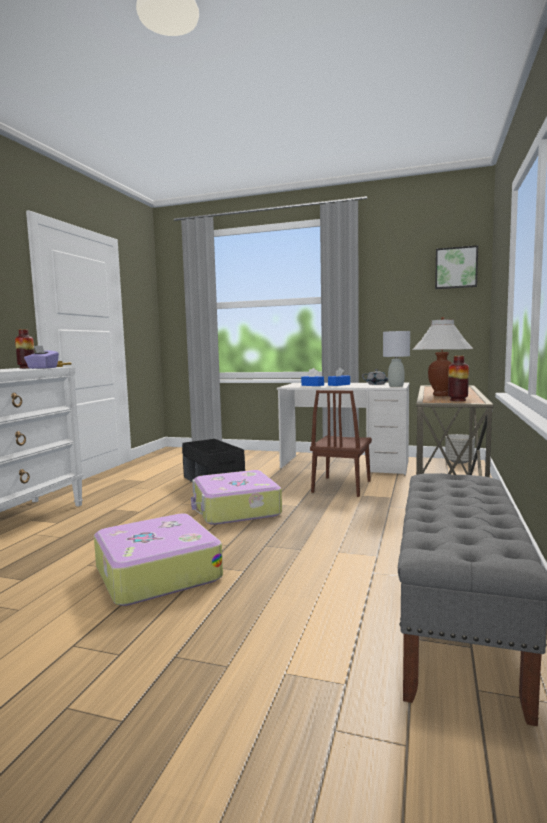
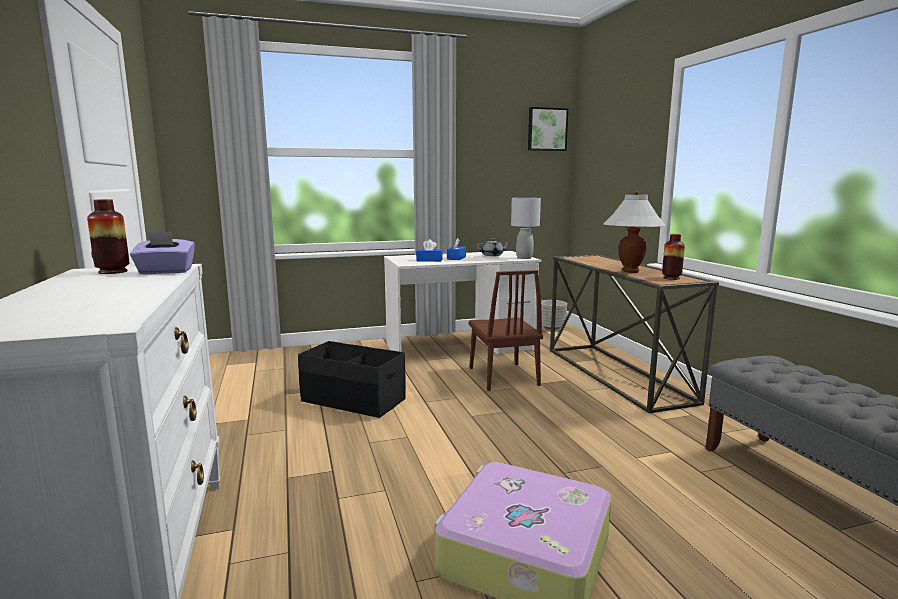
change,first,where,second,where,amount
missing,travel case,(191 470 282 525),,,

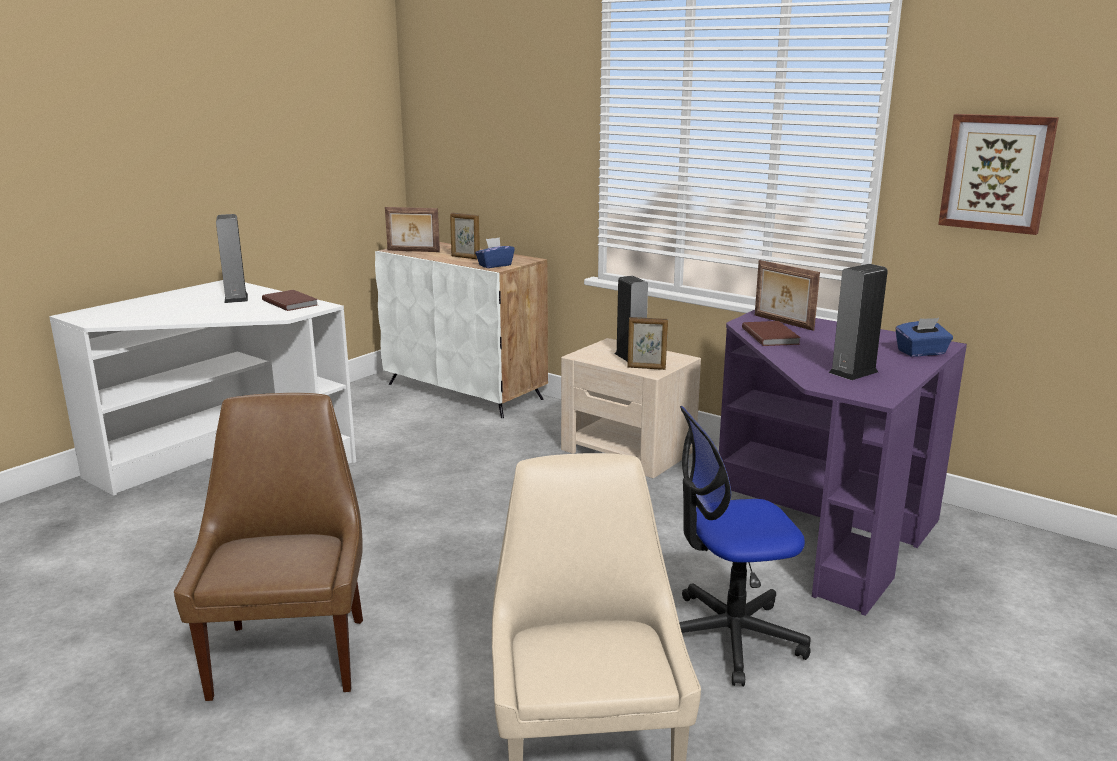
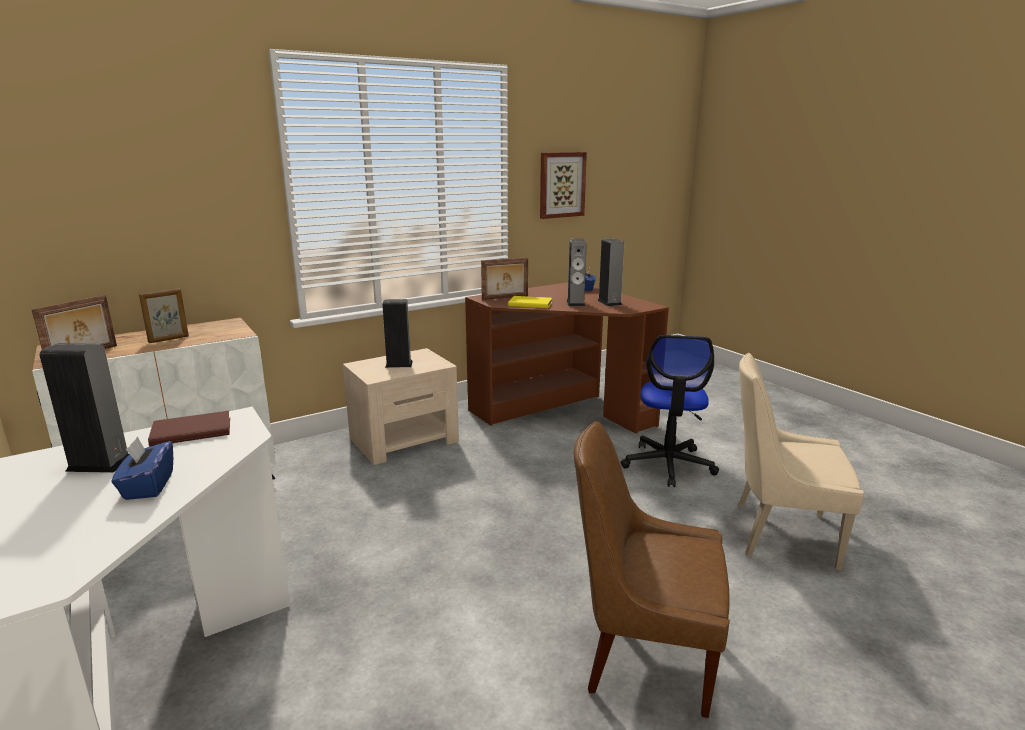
change,first,where,second,where,amount
relocated,bluish tissue holder,(475 237 515 268),,(112 436 173 500),
colour,purplish desk unit,(719 310 967 616),brown desk unit,(465 282 669 434),
colour,brown bound book,(742 321 801 346),yellow bound book,(508 296 552 308),
appeared,,,loudspeaker,(567 238 587 306),
missing,standing frame,(627 317 668 370),,,

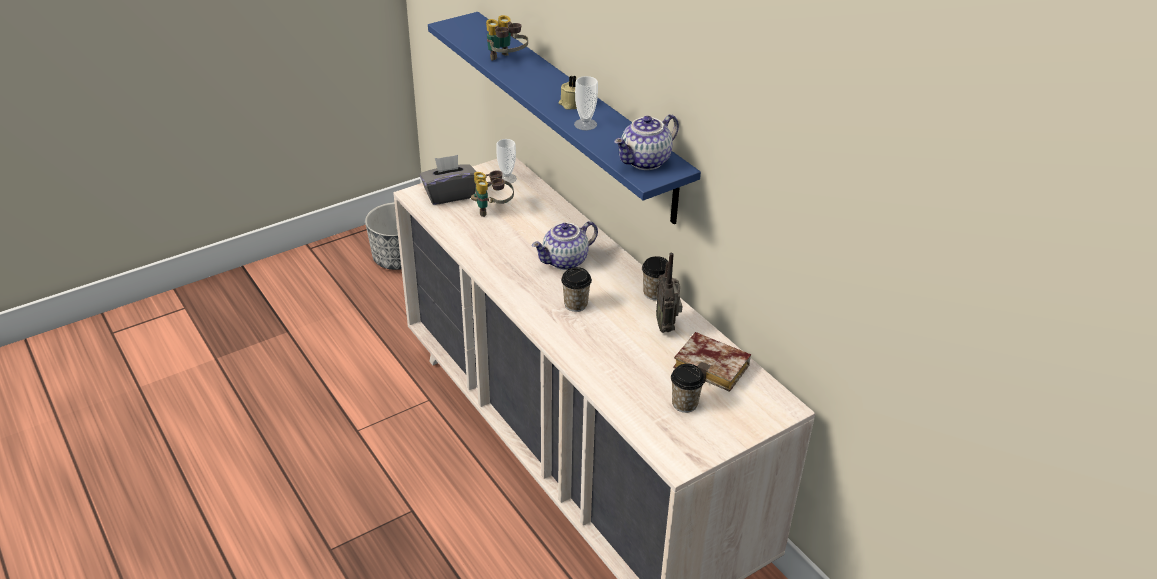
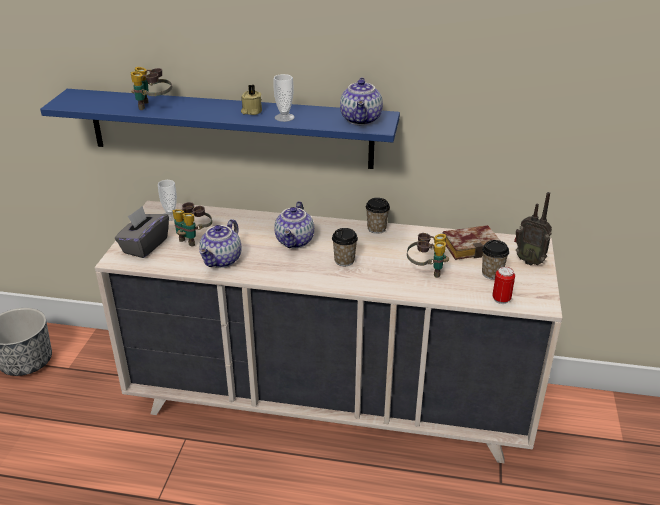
change,first,where,second,where,amount
appeared,,,tea pot,(199 219 241 268),
appeared,,,pair of binoculars,(407 233 449 278),
appeared,,,sealed can,(493 267 515 304),
relocated,radio receiver,(656 253 683 333),,(514 192 552 266),

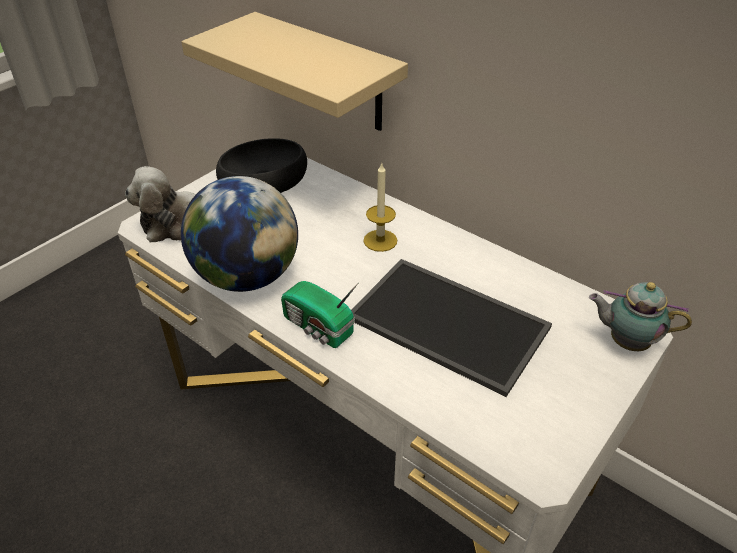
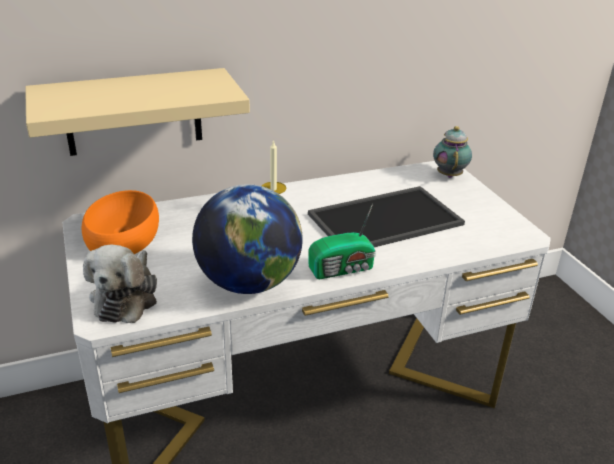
change,first,where,second,where,amount
colour,blackish serving bowl,(216 138 307 193),orangey serving bowl,(82 190 159 254),
spun,tea pot,(589 282 692 351),,(433 126 472 178),135 degrees clockwise

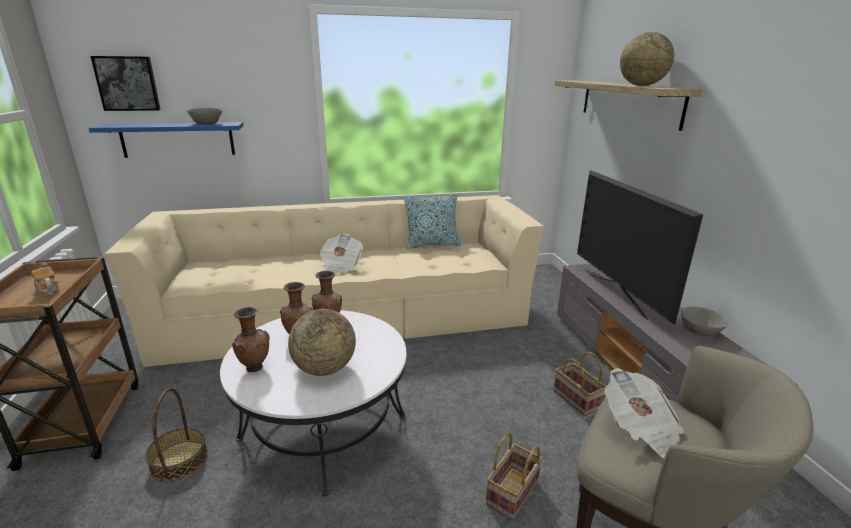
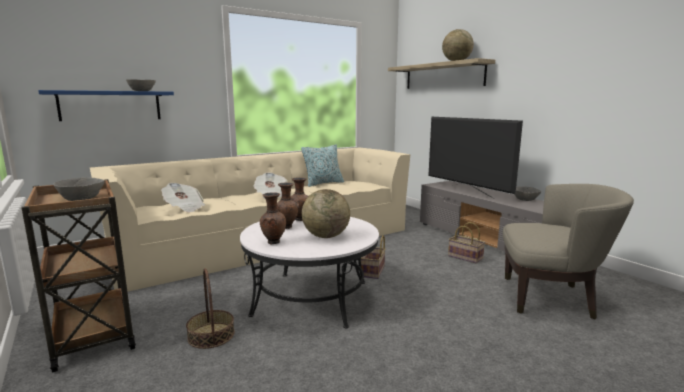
change,first,where,second,where,amount
exchanged,tea pot,(31 262 60 296),grey serving bowl,(53 177 105 201),
relocated,daily paper,(604 368 684 458),,(161 183 205 213),
relocated,household basket,(486 432 543 520),,(361 235 385 279),
missing,wall art,(91 56 161 111),,,

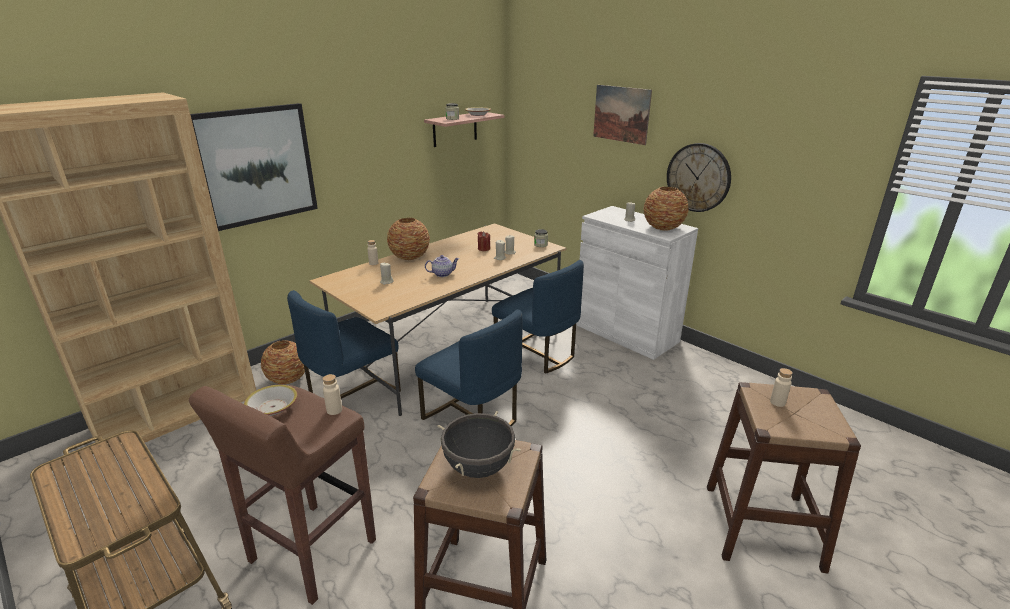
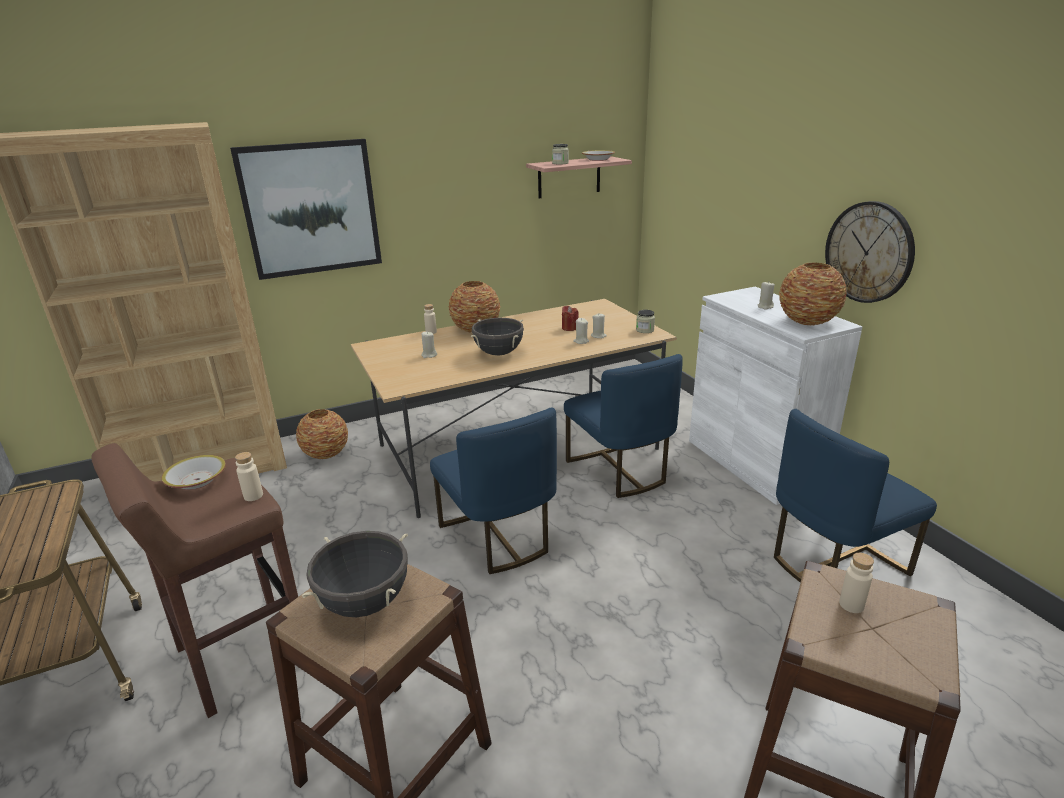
change,first,where,second,where,amount
exchanged,tea pot,(425 255 459 277),blackish saucepot,(471 318 524 356),
relocated,bluish plain chair,(287 290 401 399),,(774 409 937 583),
missing,wall art,(593 85 652 145),,,

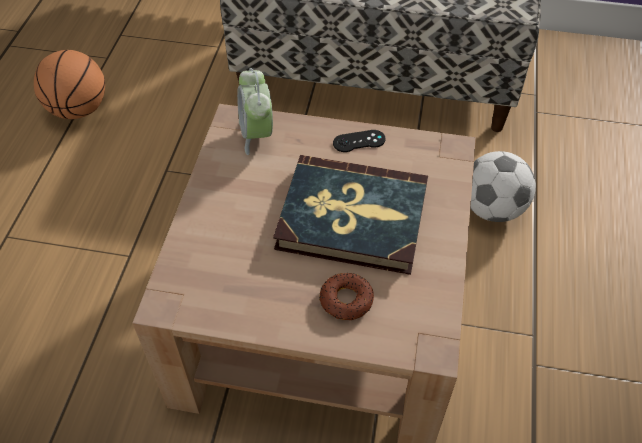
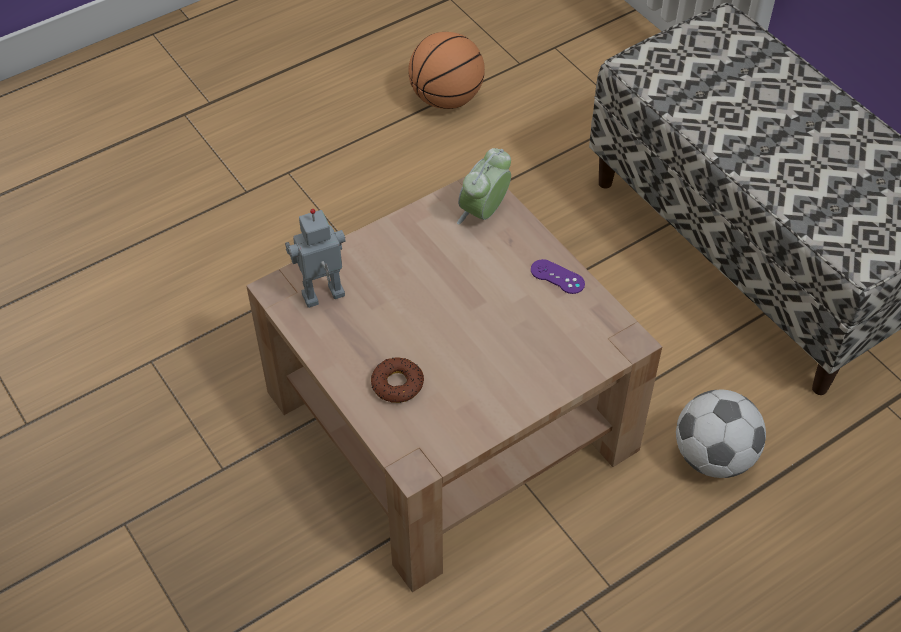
change,first,where,second,where,amount
appeared,,,model robot,(285 209 345 308),
colour,blackish gamepad,(333 130 386 152),purplish gamepad,(531 259 585 294),
missing,bound book,(273 155 428 275),,,

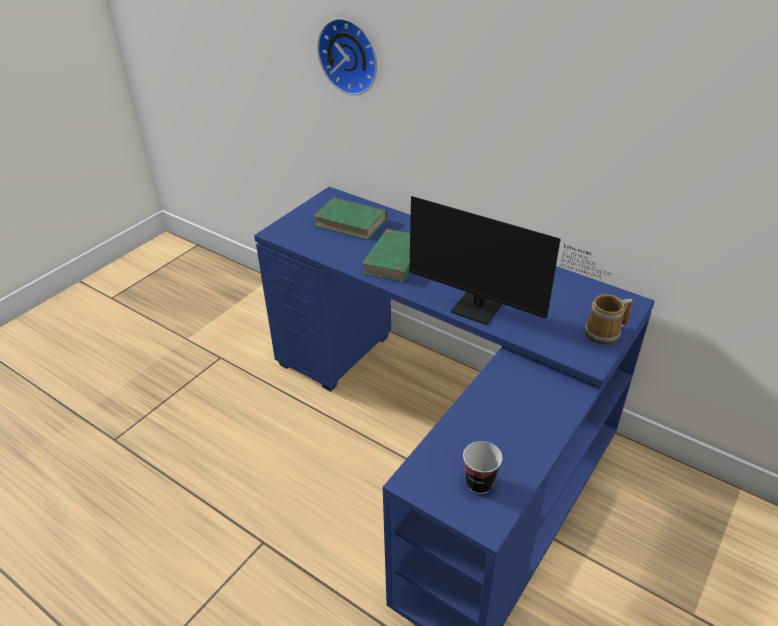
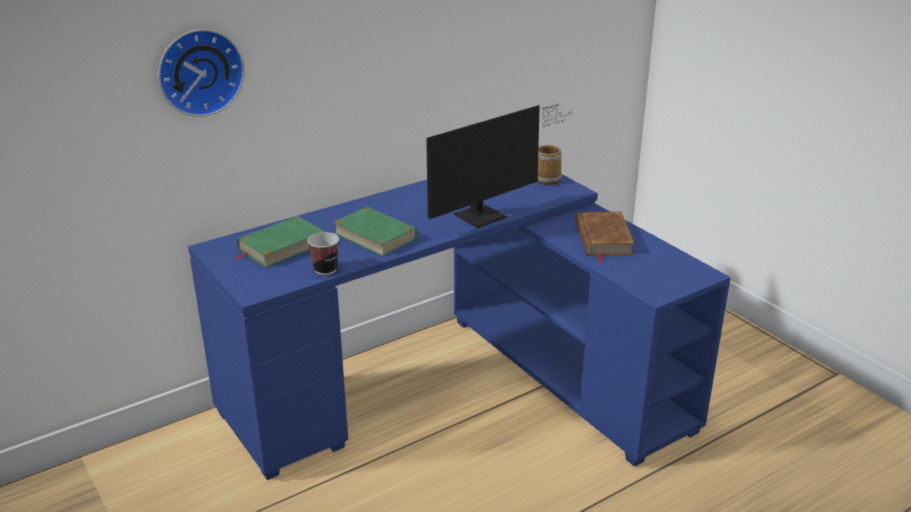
change,first,where,second,where,amount
relocated,small cup,(463 441 503 494),,(307 232 339 275),
appeared,,,brown bound book,(576 212 635 263),

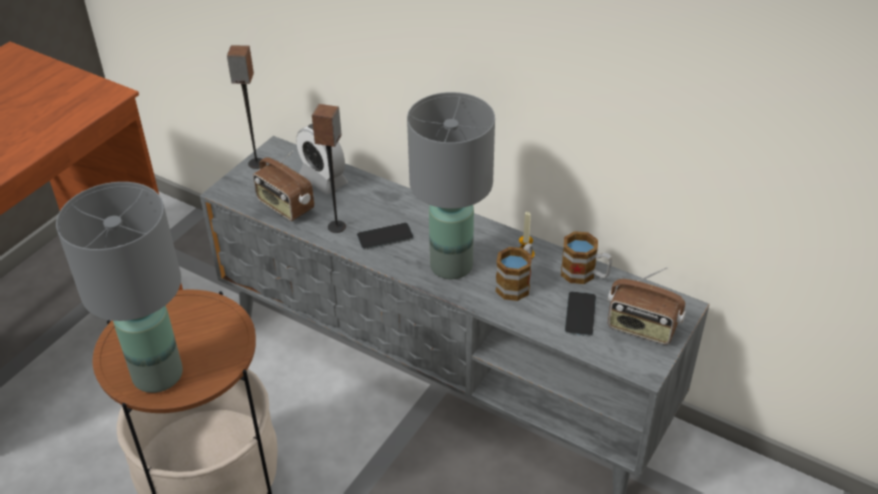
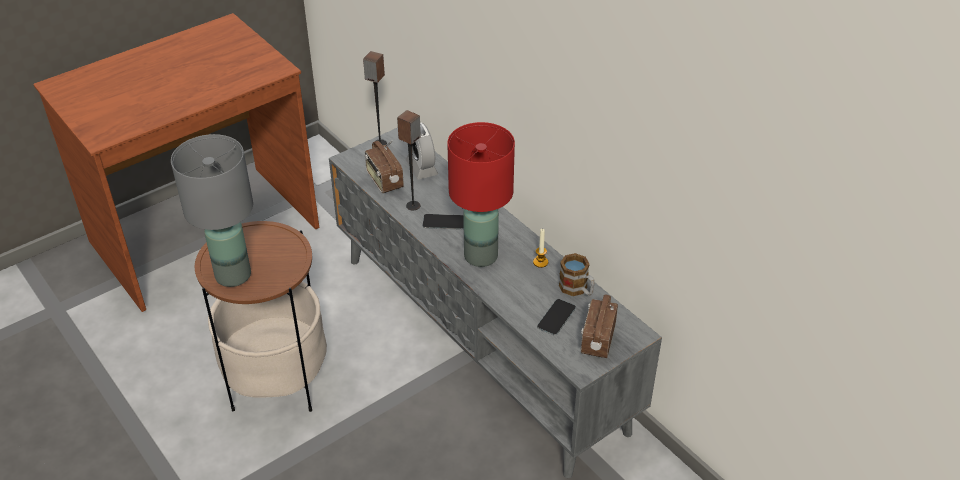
change,first,where,second,where,amount
colour,grey tabletop lamp,(407 92 495 279),reddish tabletop lamp,(447 122 515 267),
spun,radio receiver,(608 267 686 345),,(581 295 618 358),60 degrees clockwise
missing,mug,(495 243 533 301),,,

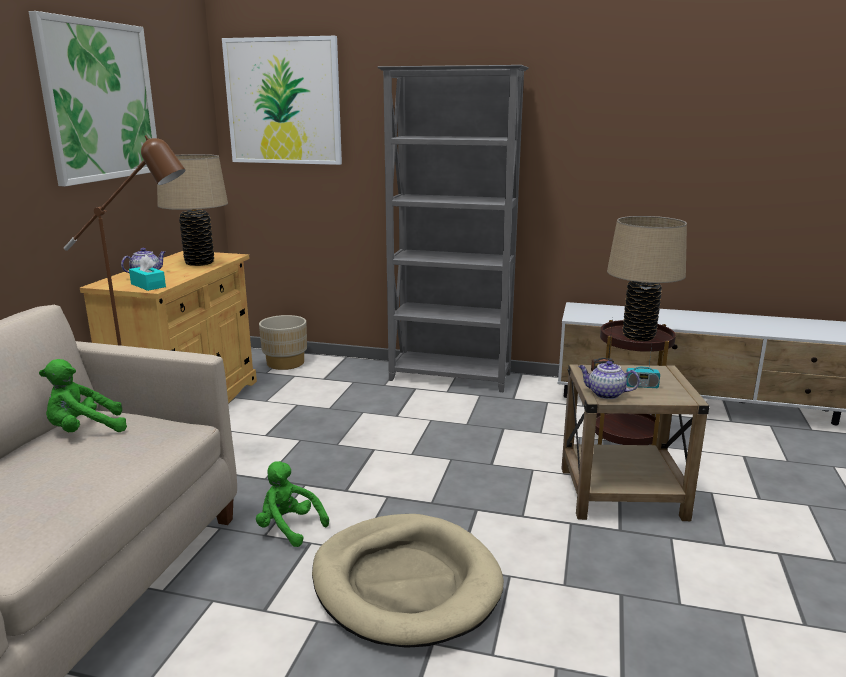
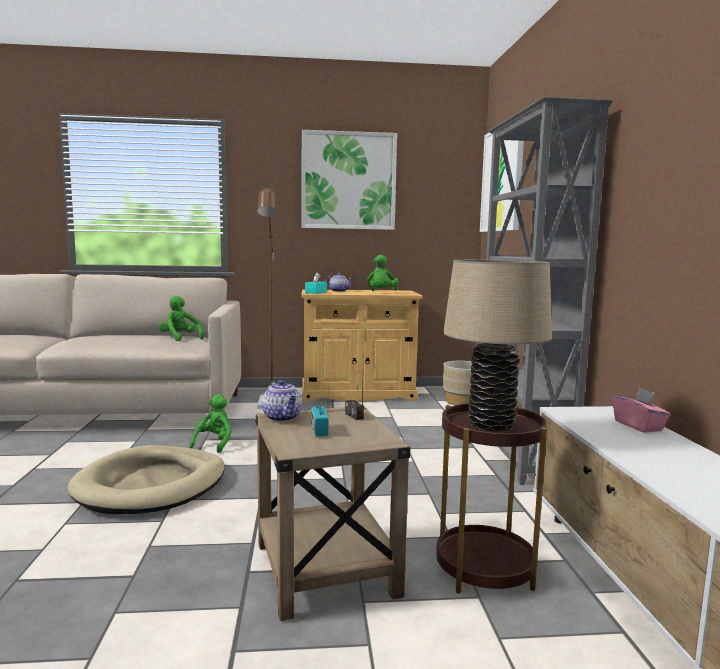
change,first,where,second,where,amount
spun,tea pot,(578 361 640 399),,(262 380 302 422),150 degrees clockwise
exchanged,beige-coloured tabletop lamp,(157 154 228 266),greenish plush toy,(367 255 399 291),
appeared,,,pinkish tissue holder,(612 387 671 433),

